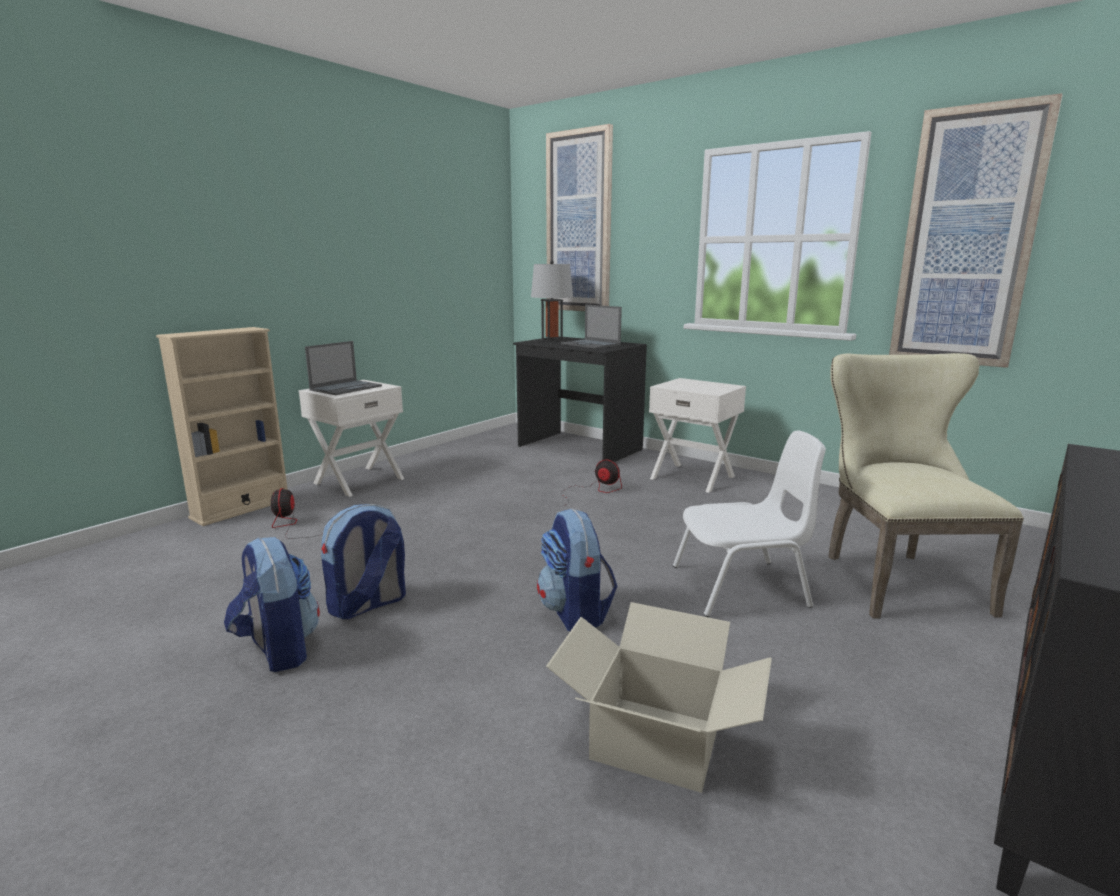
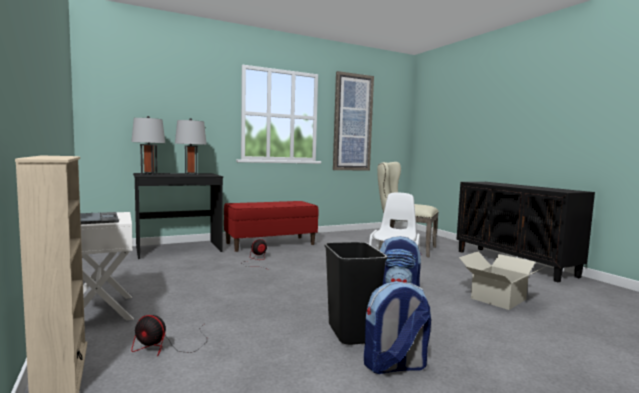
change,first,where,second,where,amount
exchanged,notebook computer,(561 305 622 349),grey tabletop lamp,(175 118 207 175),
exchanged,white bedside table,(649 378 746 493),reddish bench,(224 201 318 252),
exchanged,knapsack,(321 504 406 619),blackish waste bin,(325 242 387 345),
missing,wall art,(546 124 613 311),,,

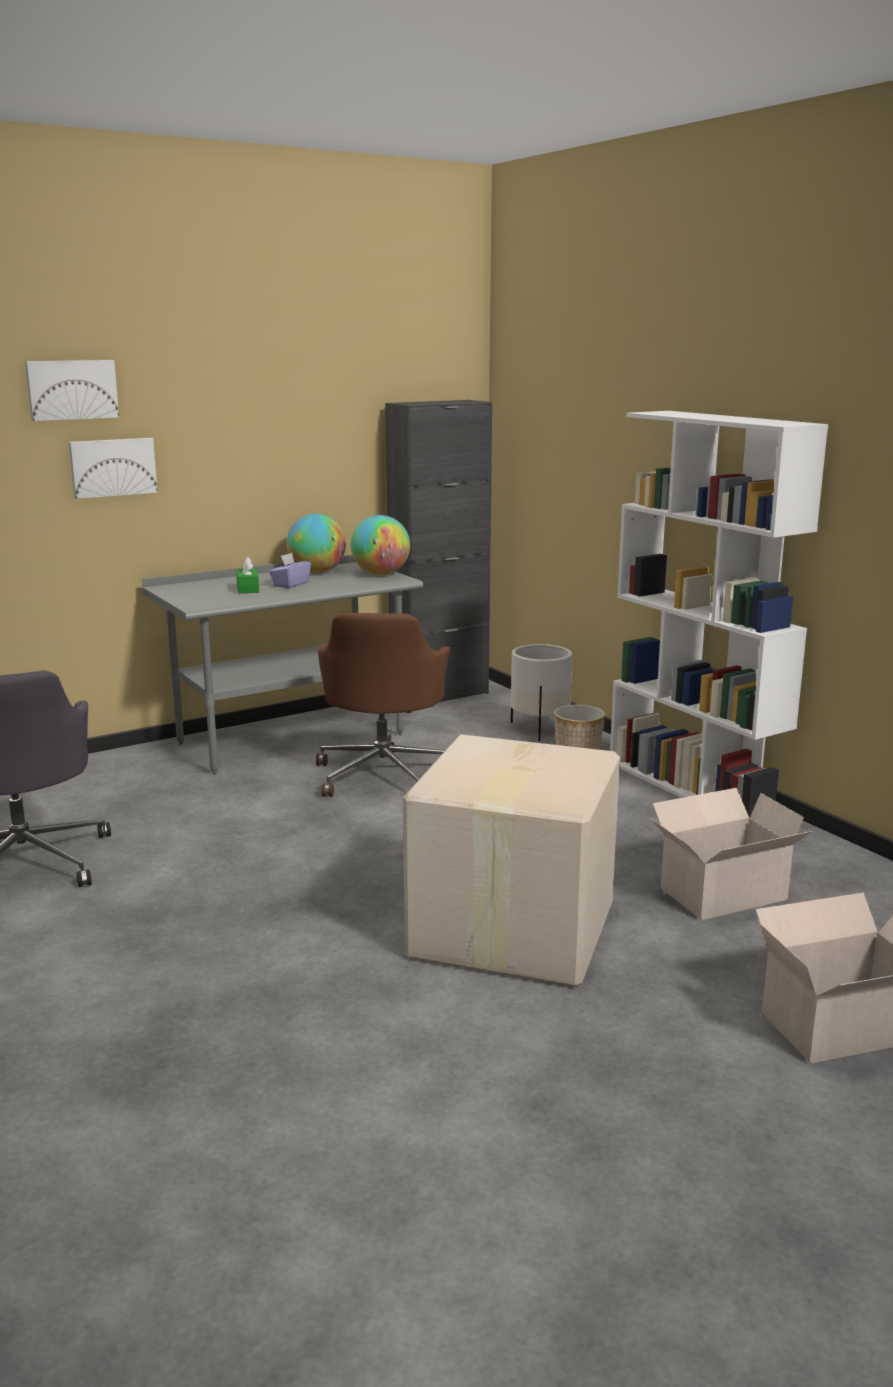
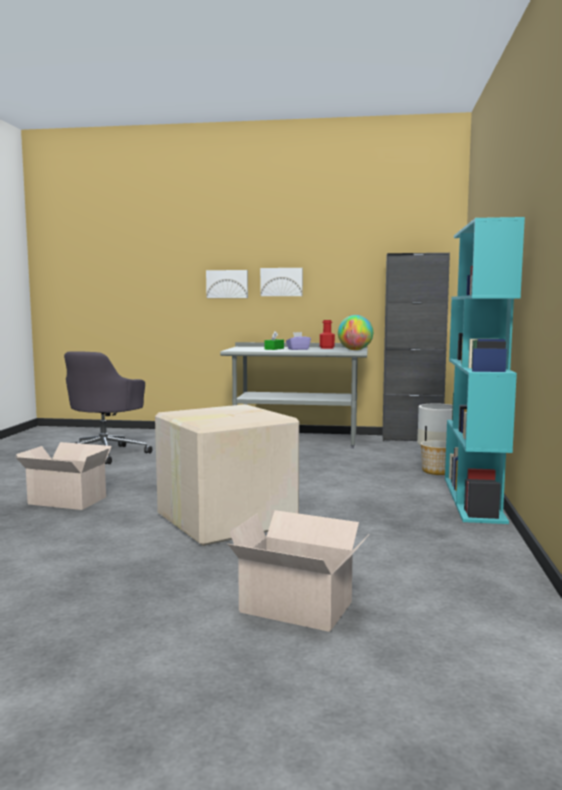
change,first,where,second,where,amount
relocated,cardboard box,(650 788 812 920),,(15 442 112 510),
relocated,wall art,(25 360 119 421),,(260 268 303 296),
exchanged,world globe,(286 514 346 573),reddish drink bottle,(320 320 335 349),
colour,white shelving unit,(610 411 828 818),blue-green shelving unit,(445 217 525 524),
missing,brown office chair,(316 613 450 797),,,

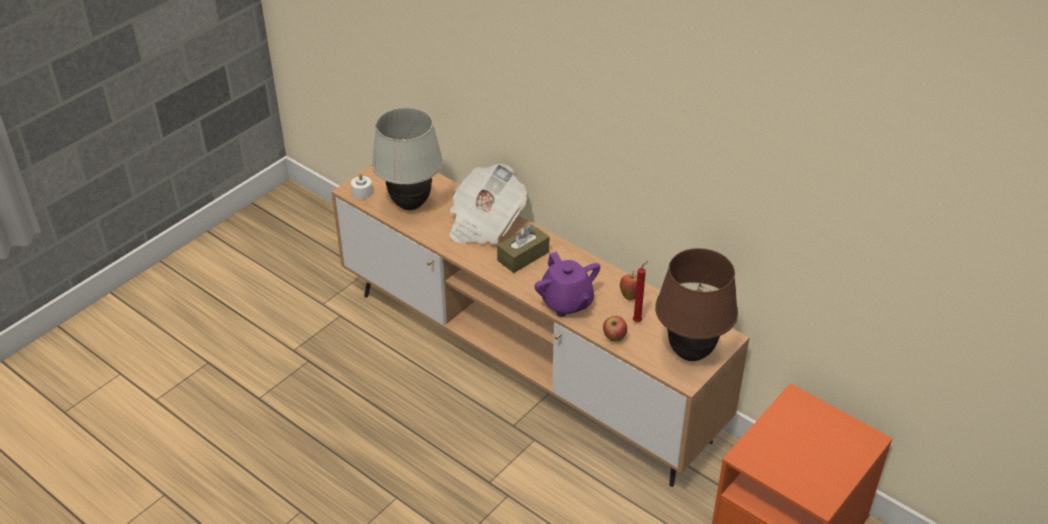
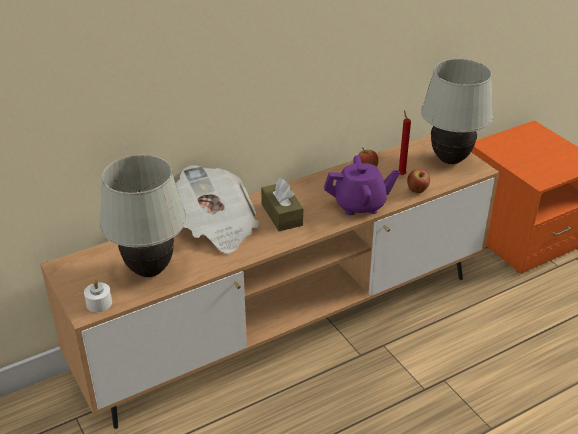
change,first,where,second,where,amount
colour,brown tabletop lamp,(655 248 738 361),white tabletop lamp,(421 59 493 164),

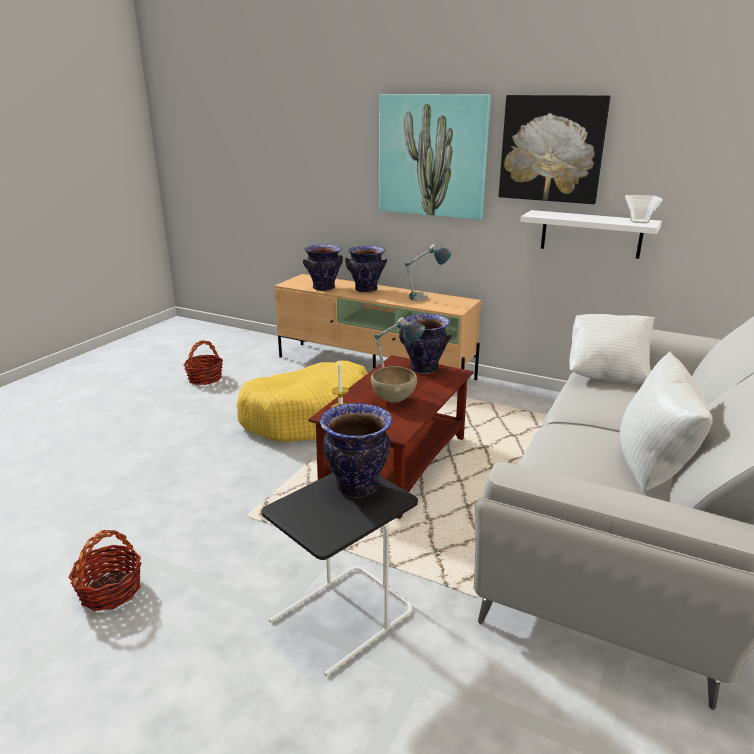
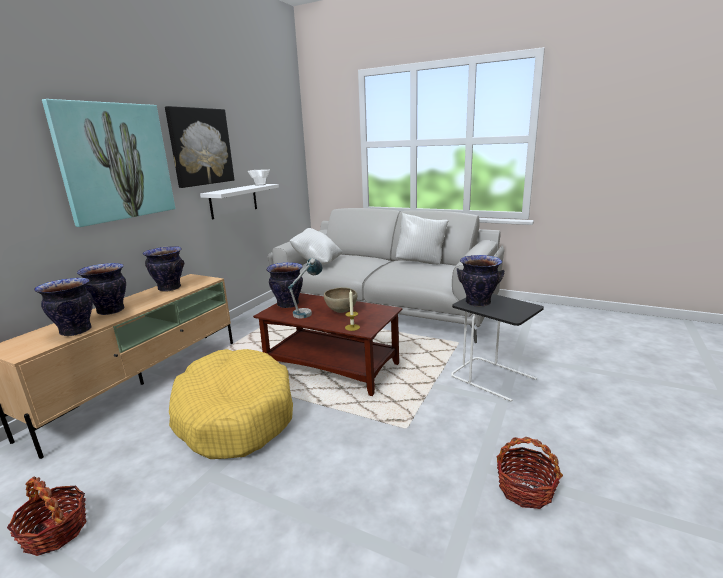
change,first,where,second,where,amount
exchanged,tabletop lamp,(405 244 451 301),vase,(143 246 184 292),

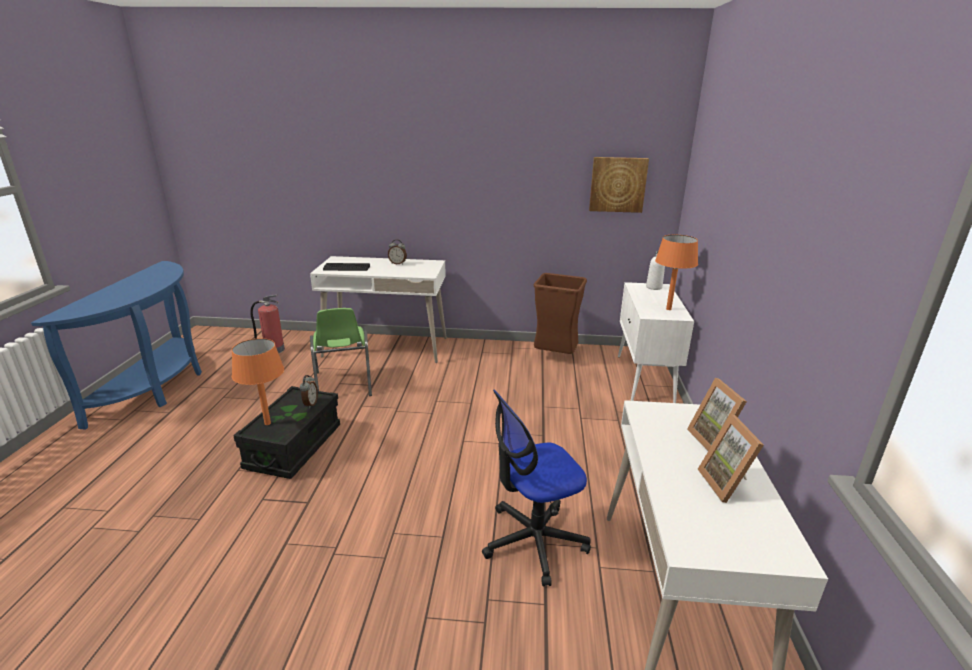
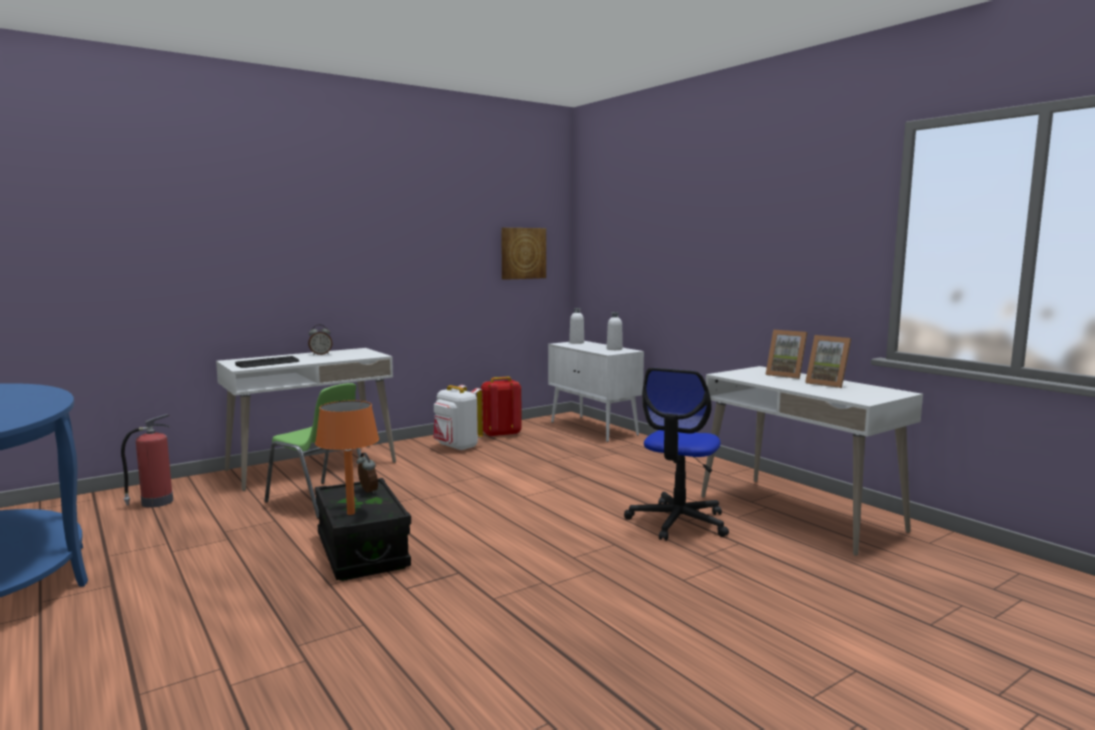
change,first,where,second,where,amount
appeared,,,white knapsack,(433 385 483 451),
exchanged,brown waste bin,(534 273 587 354),reddish knapsack,(481 377 522 437),
exchanged,orangey tabletop lamp,(655 235 698 310),white drink bottle,(607 312 623 350),

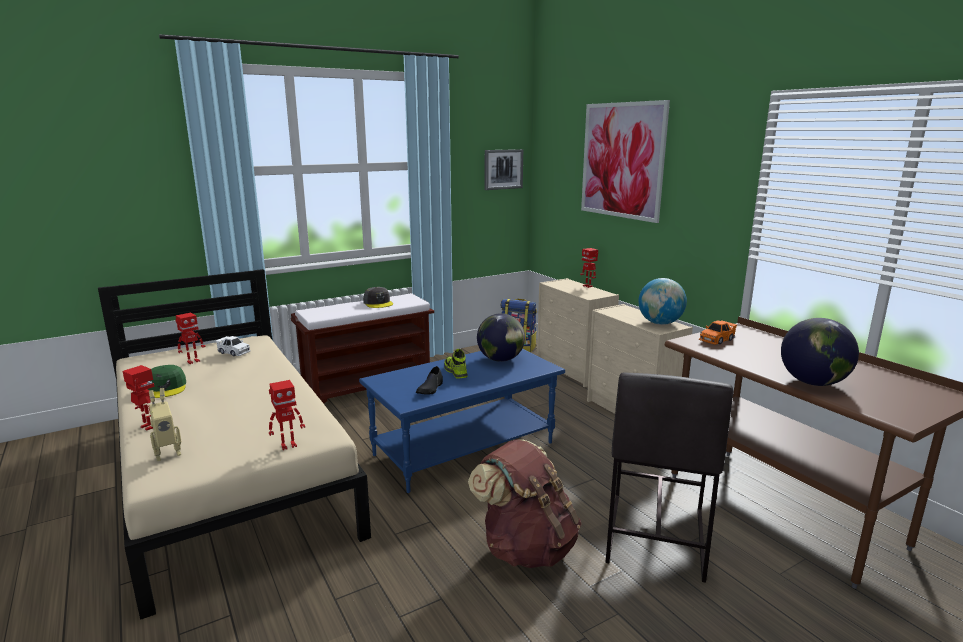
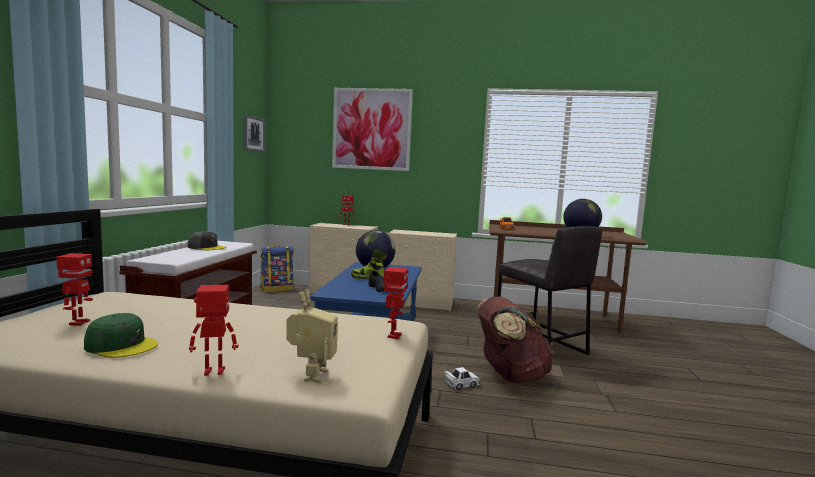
change,first,where,second,where,amount
relocated,white toy car,(216 336 251 356),,(444 367 480 390),
missing,world globe,(638 278 687 325),,,

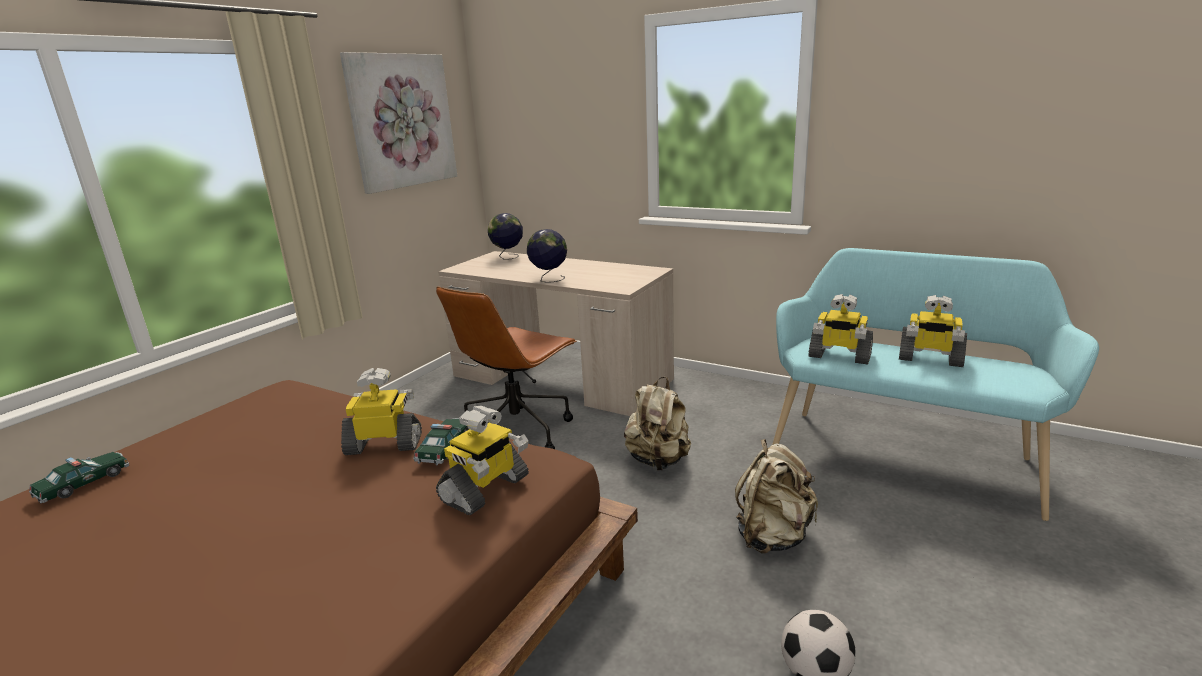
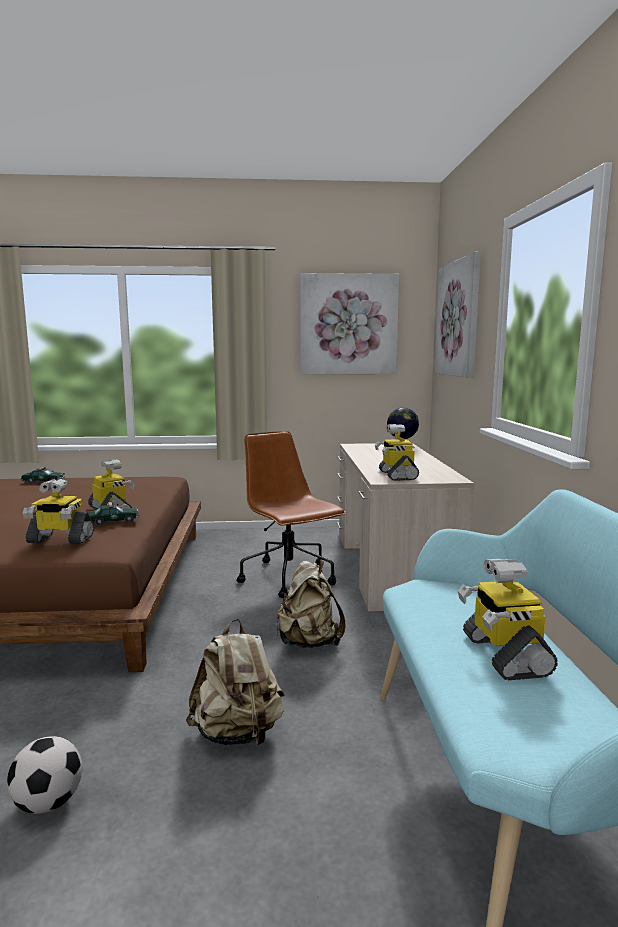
change,first,where,second,where,amount
spun,brown office chair,(436 286 577 449),,(237 431 346 598),60 degrees clockwise
relocated,model robot,(808 294 873 364),,(375 424 419 481),
appeared,,,wall art,(434 251 481 378),
missing,world globe,(527 229 567 283),,,

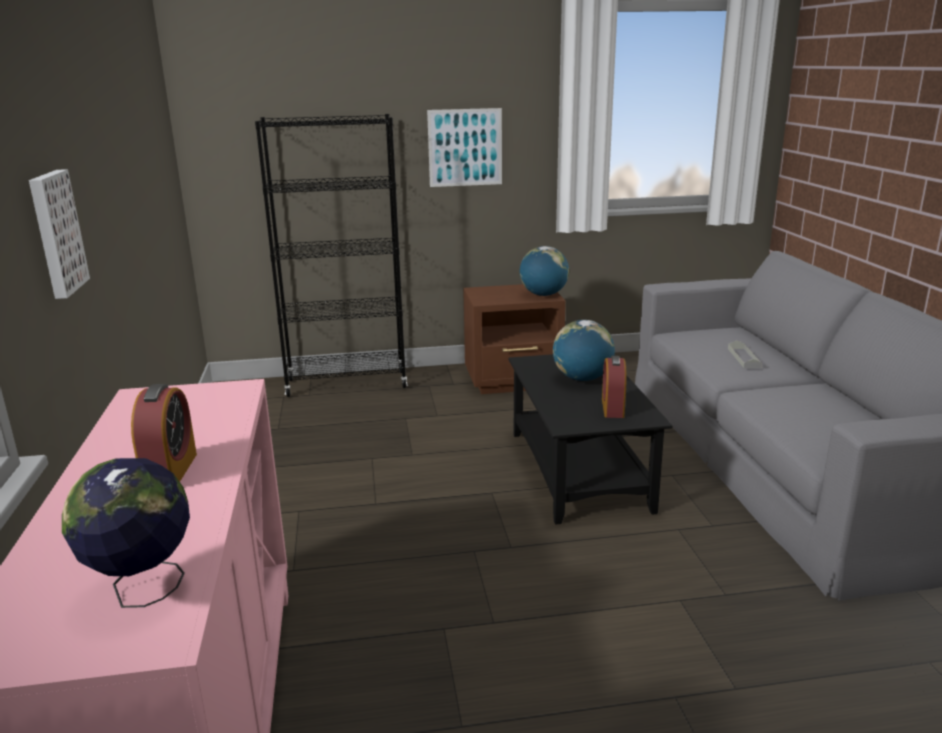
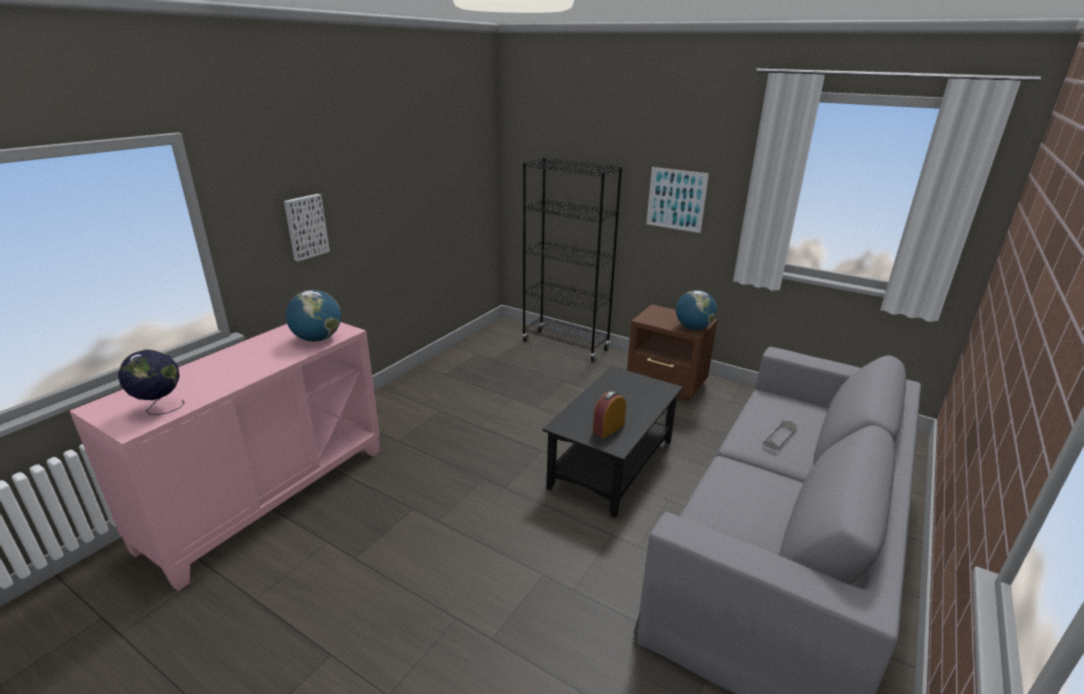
change,first,where,second,where,amount
relocated,world globe,(553 320 615 381),,(286 290 341 342),
missing,bedside clock,(131 384 197 482),,,

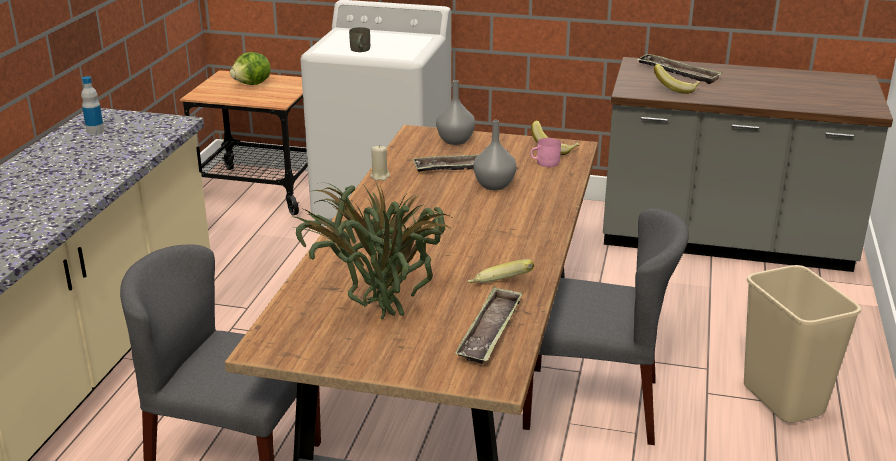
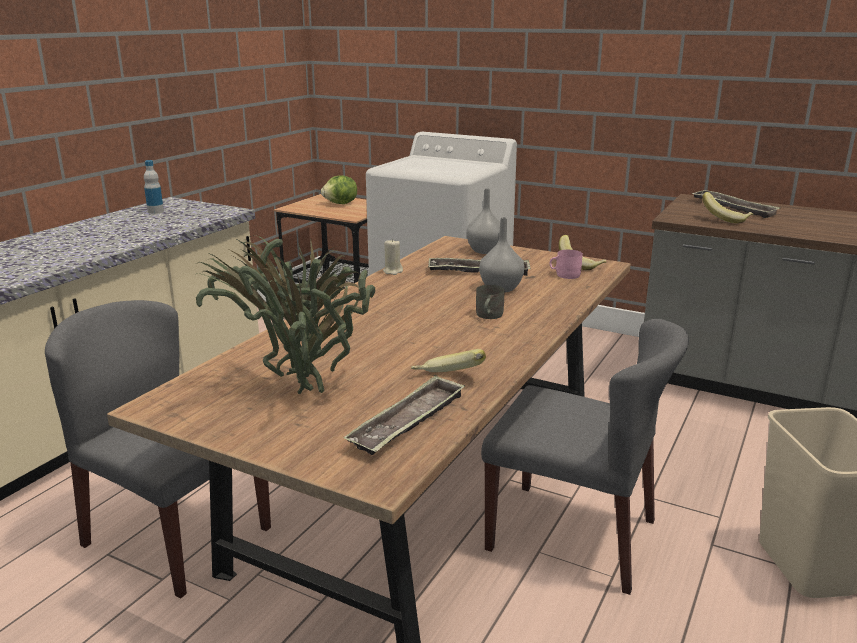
change,first,where,second,where,amount
relocated,grey mug,(349 27 370 52),,(476 285 505 319),

